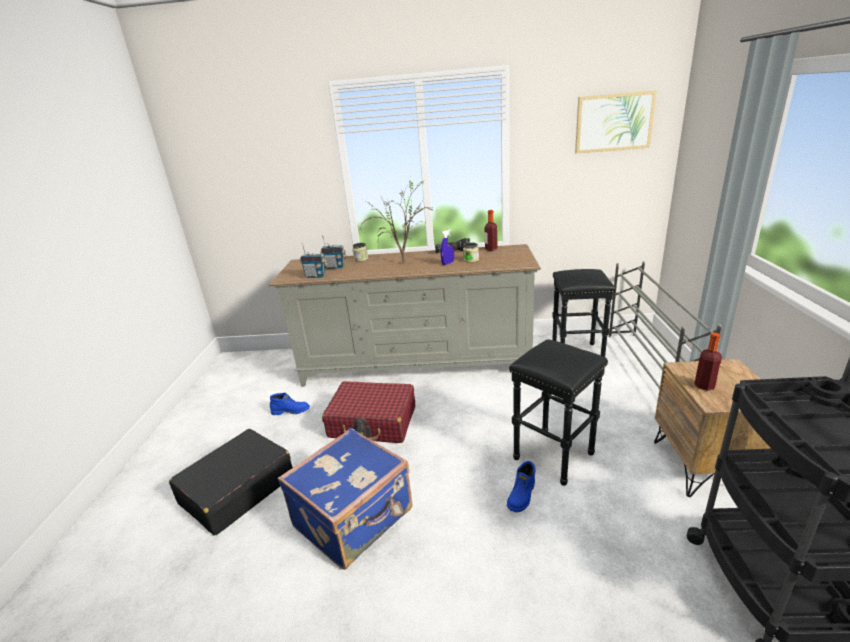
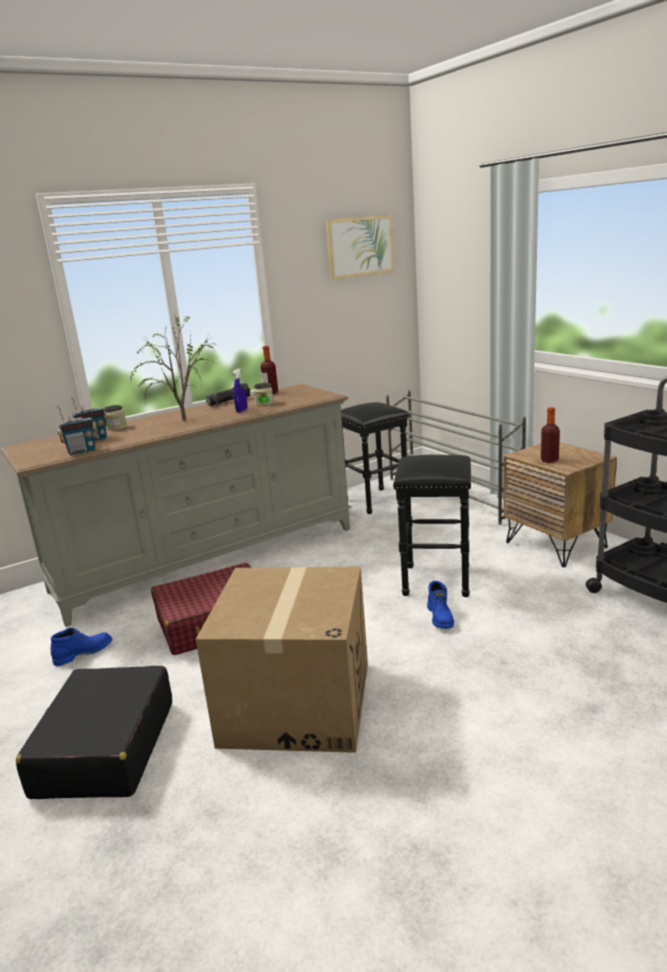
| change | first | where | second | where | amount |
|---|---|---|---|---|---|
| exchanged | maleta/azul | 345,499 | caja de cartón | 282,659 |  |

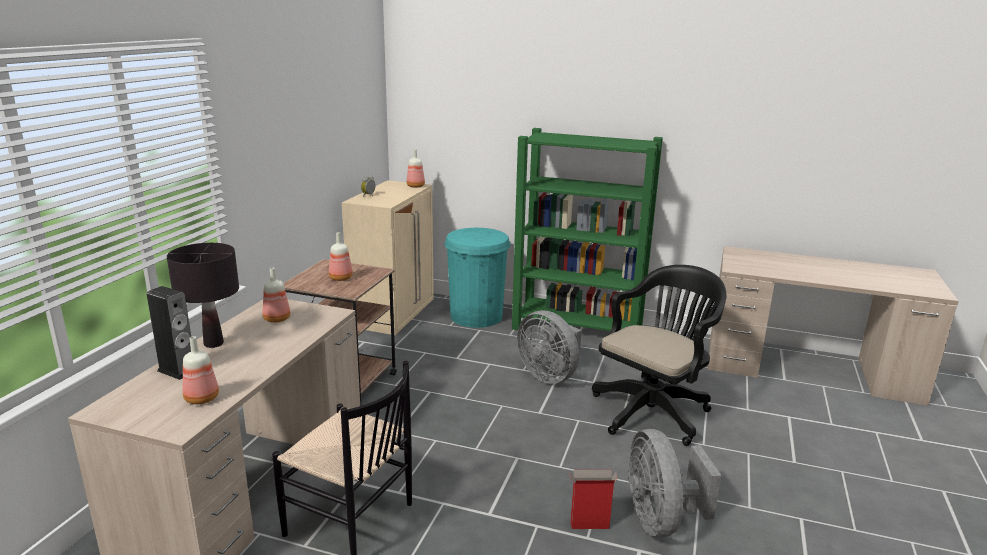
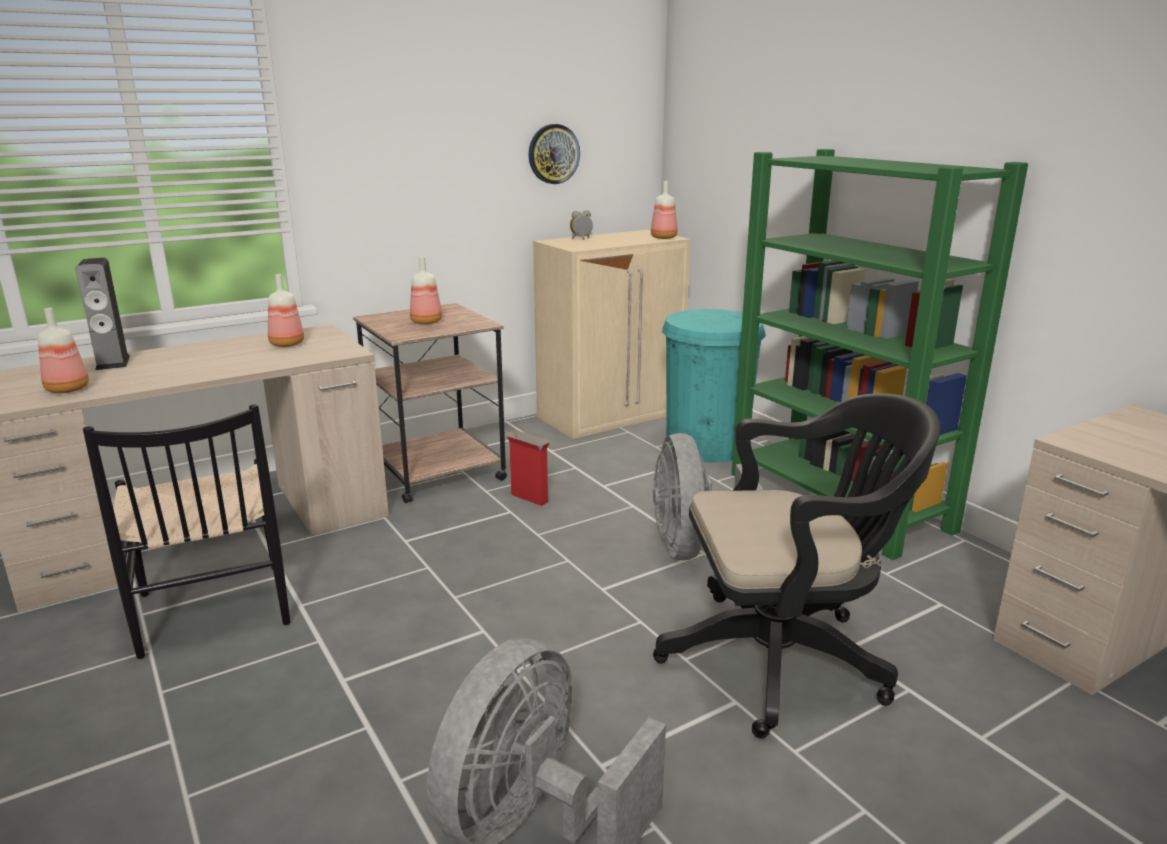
| change | first | where | second | where | amount |
|---|---|---|---|---|---|
| missing | lámpara de mesa/negro | 203,295 |  |  |  |
| relocated | caja de cartón | 593,499 |  | 527,468 |  |
| appeared |  |  | reloj de pared | 554,154 |  |

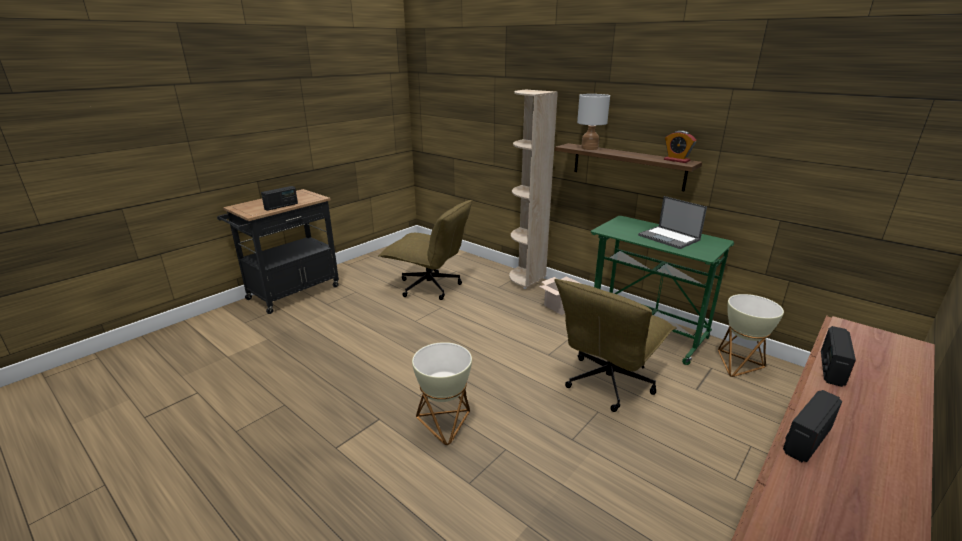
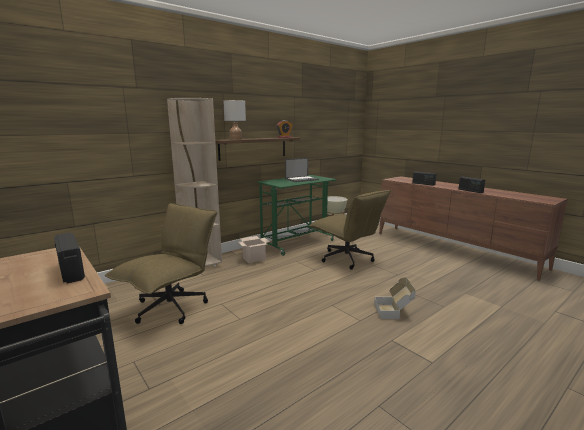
| change | first | where | second | where | amount |
|---|---|---|---|---|---|
| exchanged | maceta | 442,393 | caja de cartón | 395,298 |  |

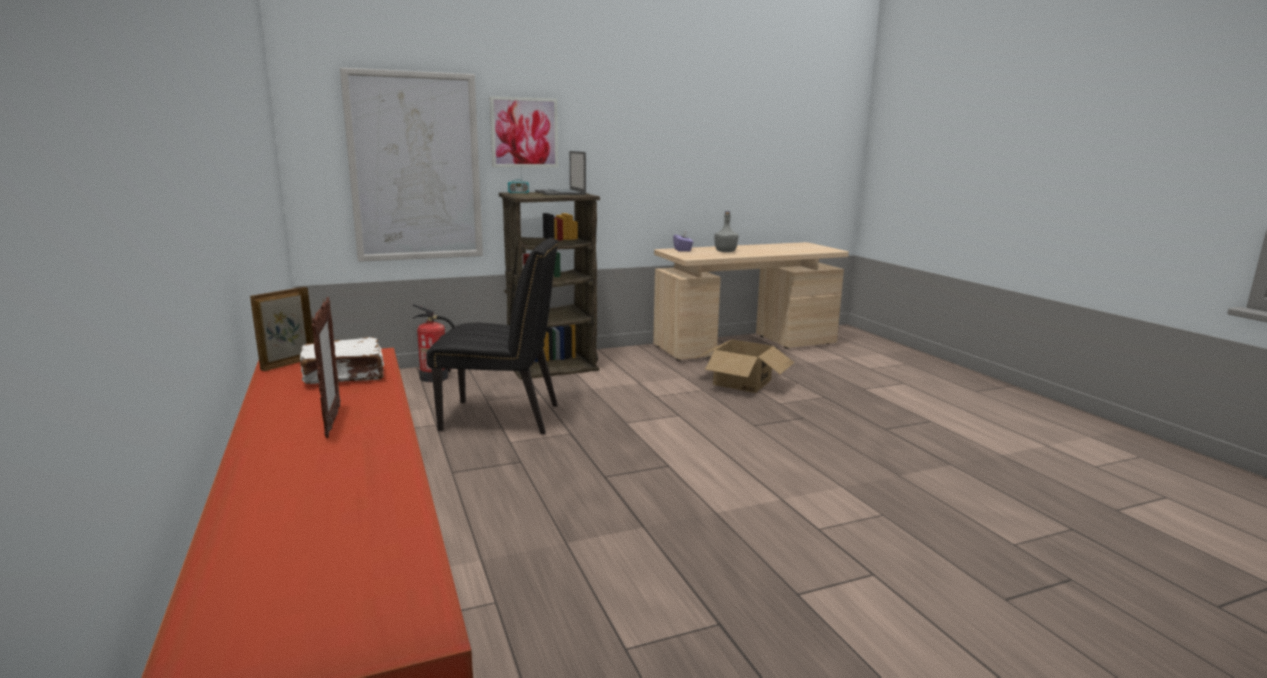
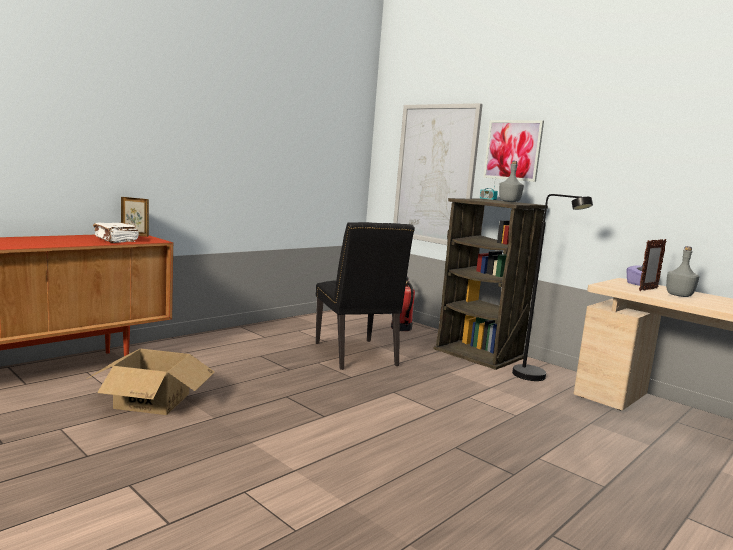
| change | first | where | second | where | amount |
|---|---|---|---|---|---|
| relocated | portarretratos | 326,367 |  | 653,265 |  |
| exchanged | portátil | 560,173 | botella/gris | 511,181 |  |
| relocated | caja de cartón | 745,366 |  | 150,382 |  |
| appeared |  |  | lámpara de pie/negro | 552,287 |  |

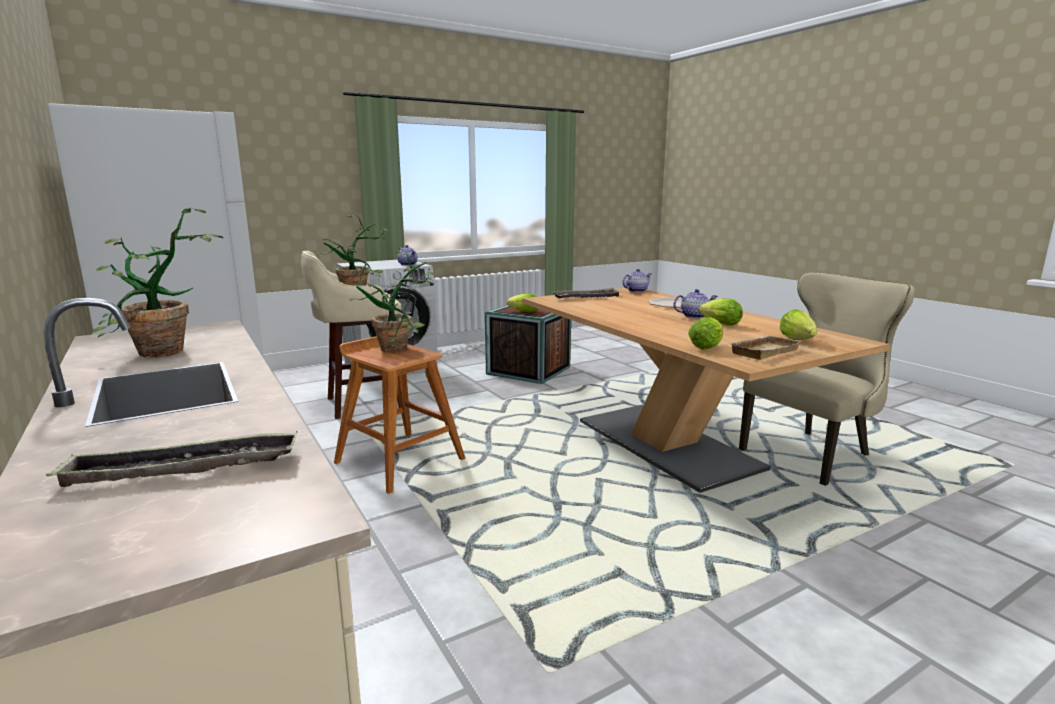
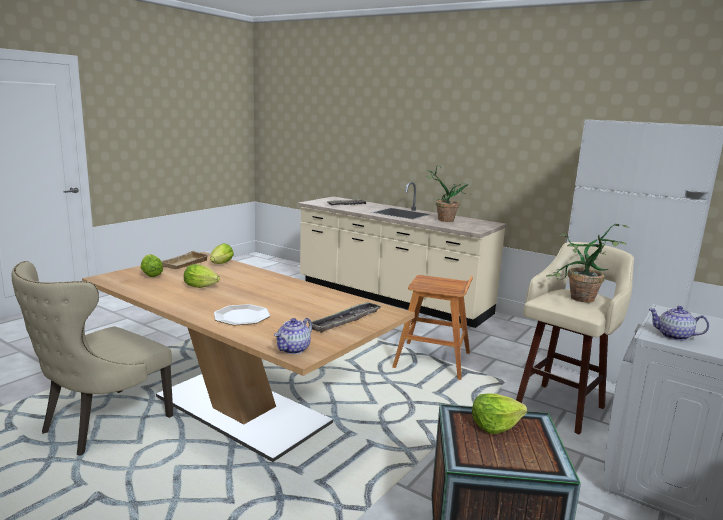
| change | first | where | second | where | amount |
|---|---|---|---|---|---|
| missing | planta en maceta | 391,302 |  |  |  |
| missing | tetera | 695,303 |  |  |  |

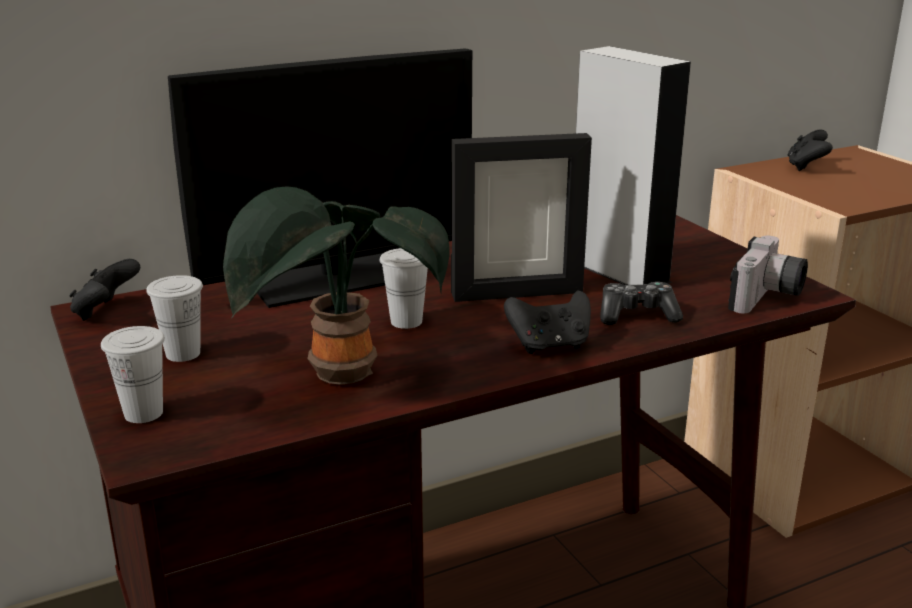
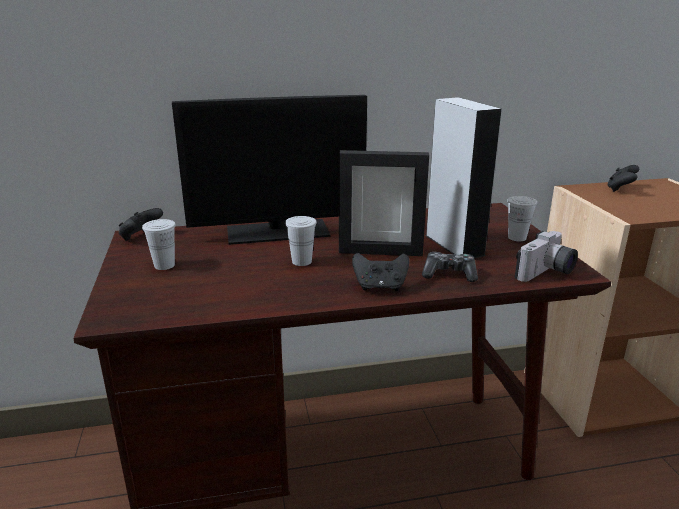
| change | first | where | second | where | amount |
|---|---|---|---|---|---|
| relocated | taza/blanco | 133,374 |  | 522,218 |  |
| missing | planta en maceta | 336,285 |  |  |  |

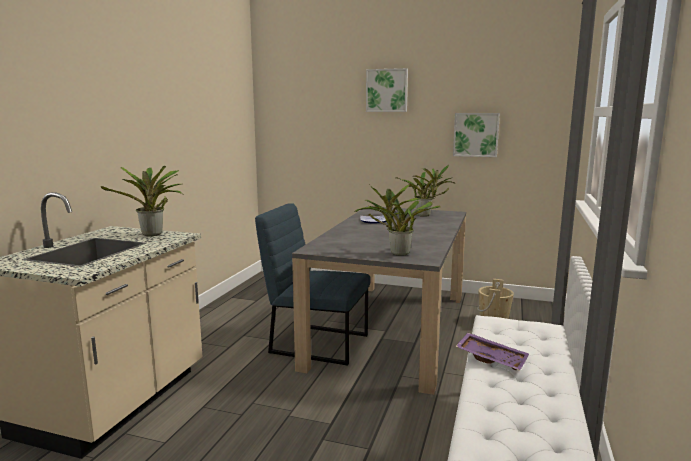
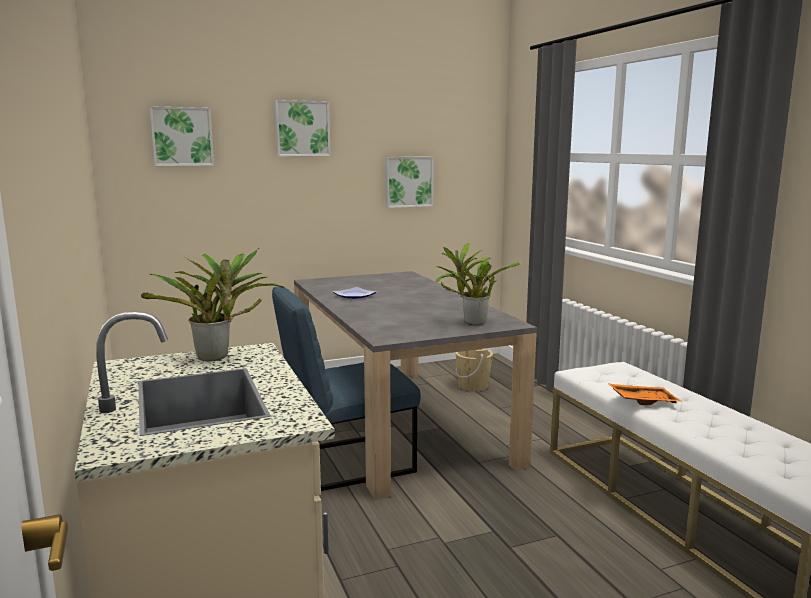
| change | first | where | second | where | amount |
|---|---|---|---|---|---|
| missing | planta en maceta | 426,191 |  |  |  |
| colour | bandeja/morado | 492,352 | bandeja/naranja | 645,394 |  |
| appeared |  |  | cuadro | 182,136 |  |

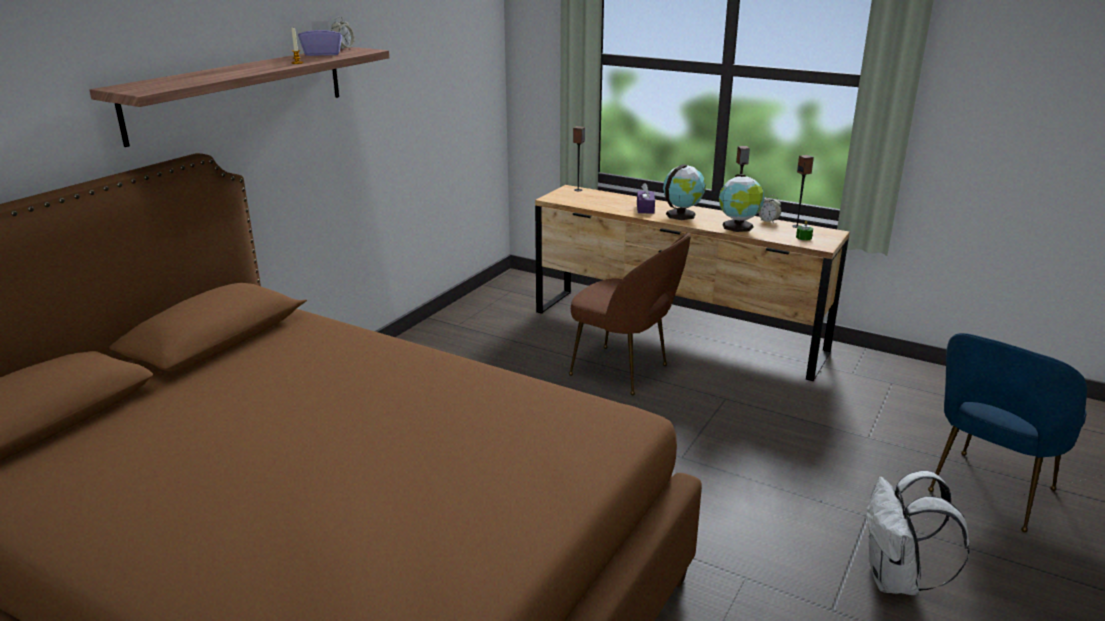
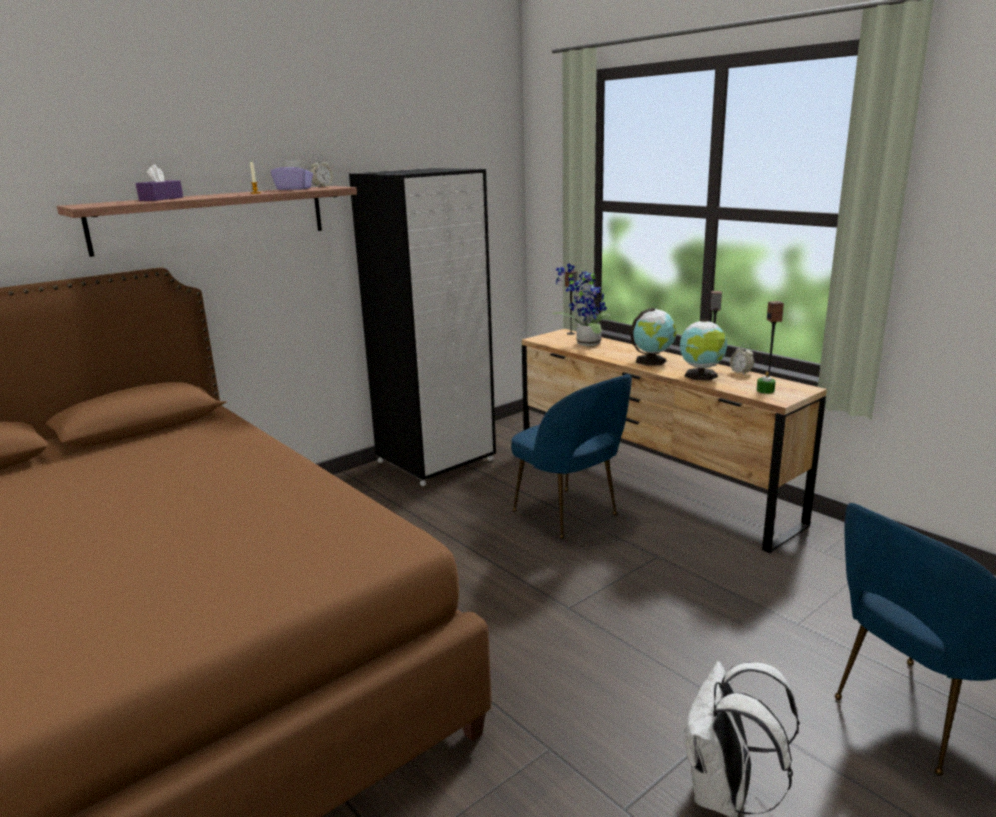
| change | first | where | second | where | amount |
|---|---|---|---|---|---|
| colour | silla/marrón | 630,314 | silla/azul | 571,456 |  |
| relocated | caja de pañuelos/morado | 646,198 |  | 159,183 |  |
| appeared |  |  | armario ropero | 422,327 |  |
| appeared |  |  | planta en maceta | 581,304 |  |

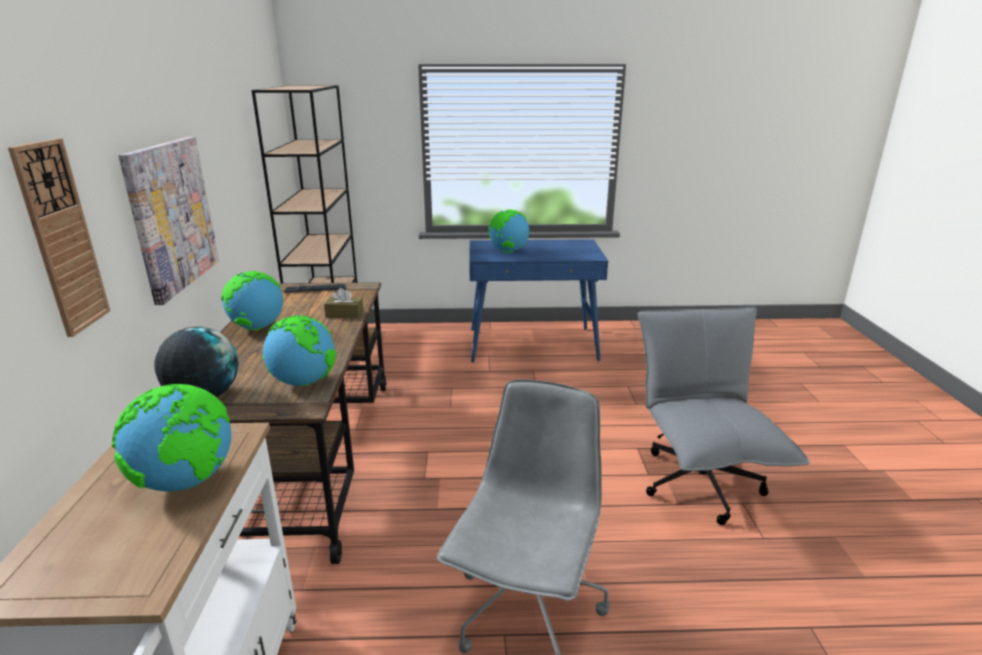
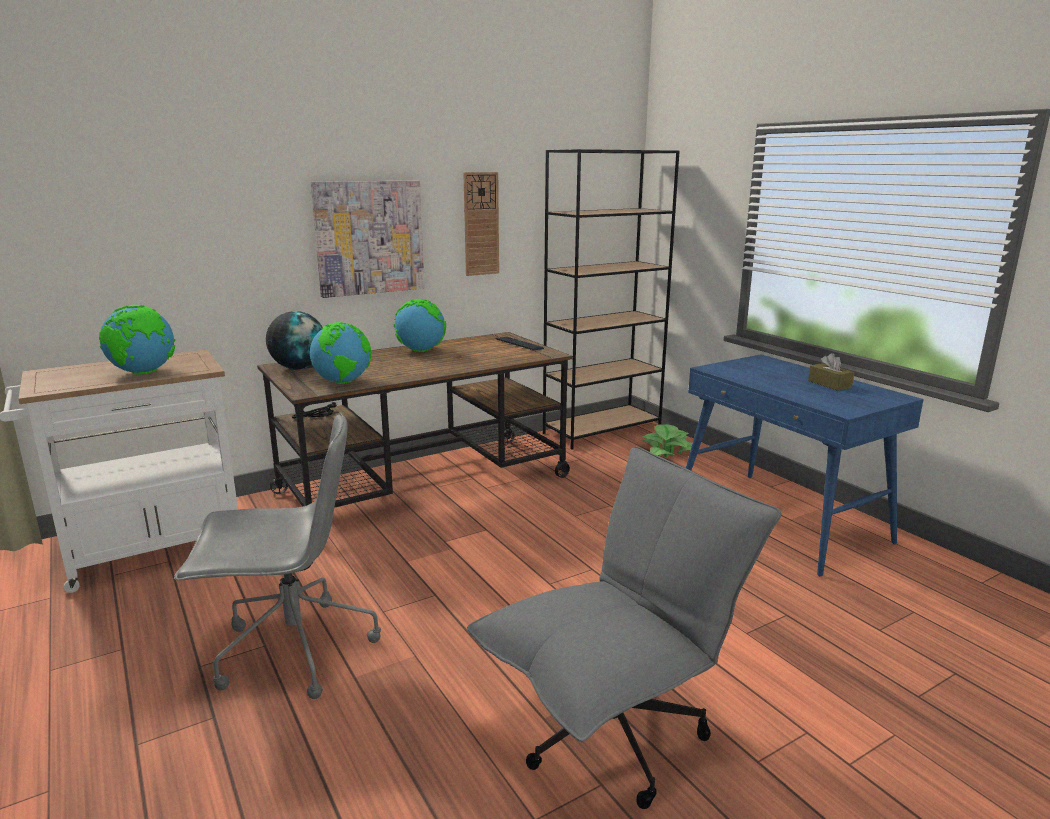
| change | first | where | second | where | amount |
|---|---|---|---|---|---|
| relocated | reloj de pared | 59,237 |  | 481,224 |  |
| relocated | caja de pañuelos/marrón | 344,303 |  | 831,372 |  |
| missing | globo terráqueo | 508,231 |  |  |  |
| appeared |  |  | planta en maceta | 667,440 |  |

